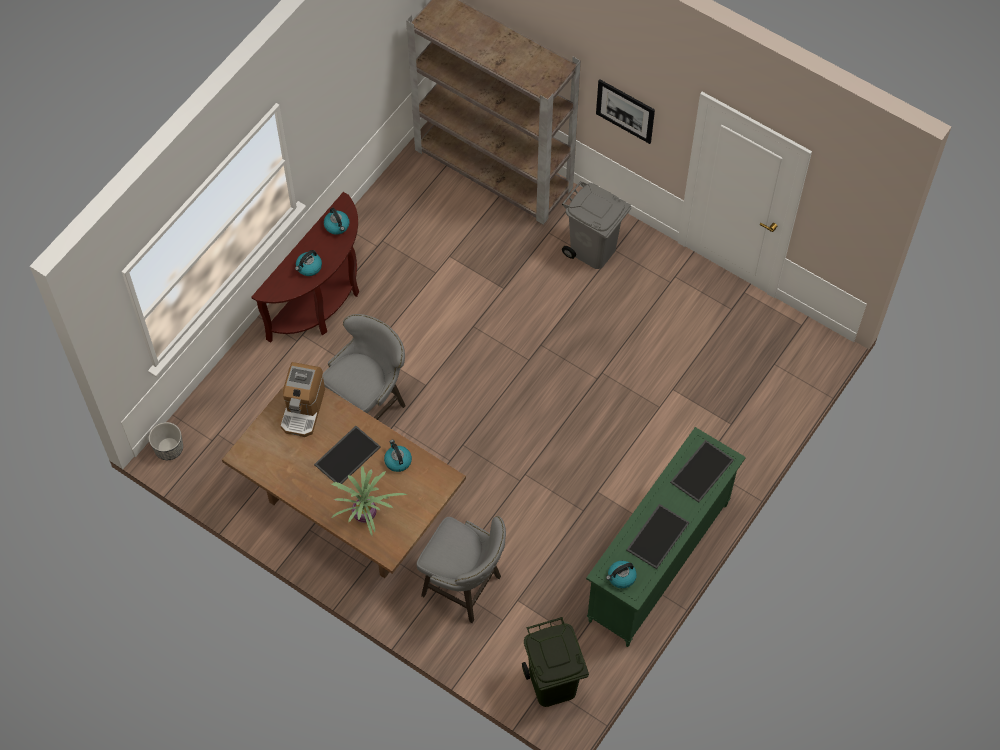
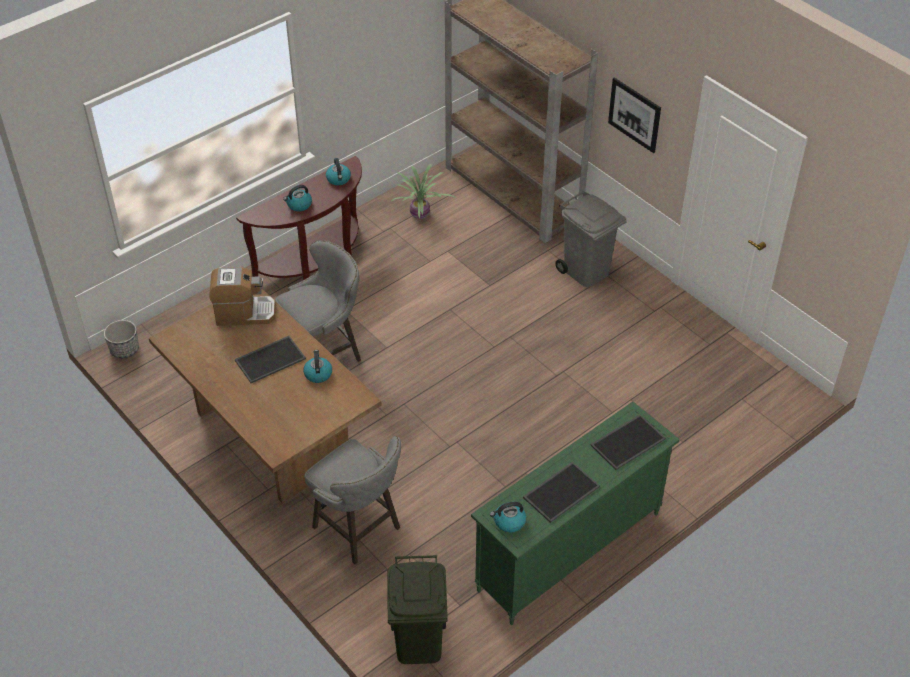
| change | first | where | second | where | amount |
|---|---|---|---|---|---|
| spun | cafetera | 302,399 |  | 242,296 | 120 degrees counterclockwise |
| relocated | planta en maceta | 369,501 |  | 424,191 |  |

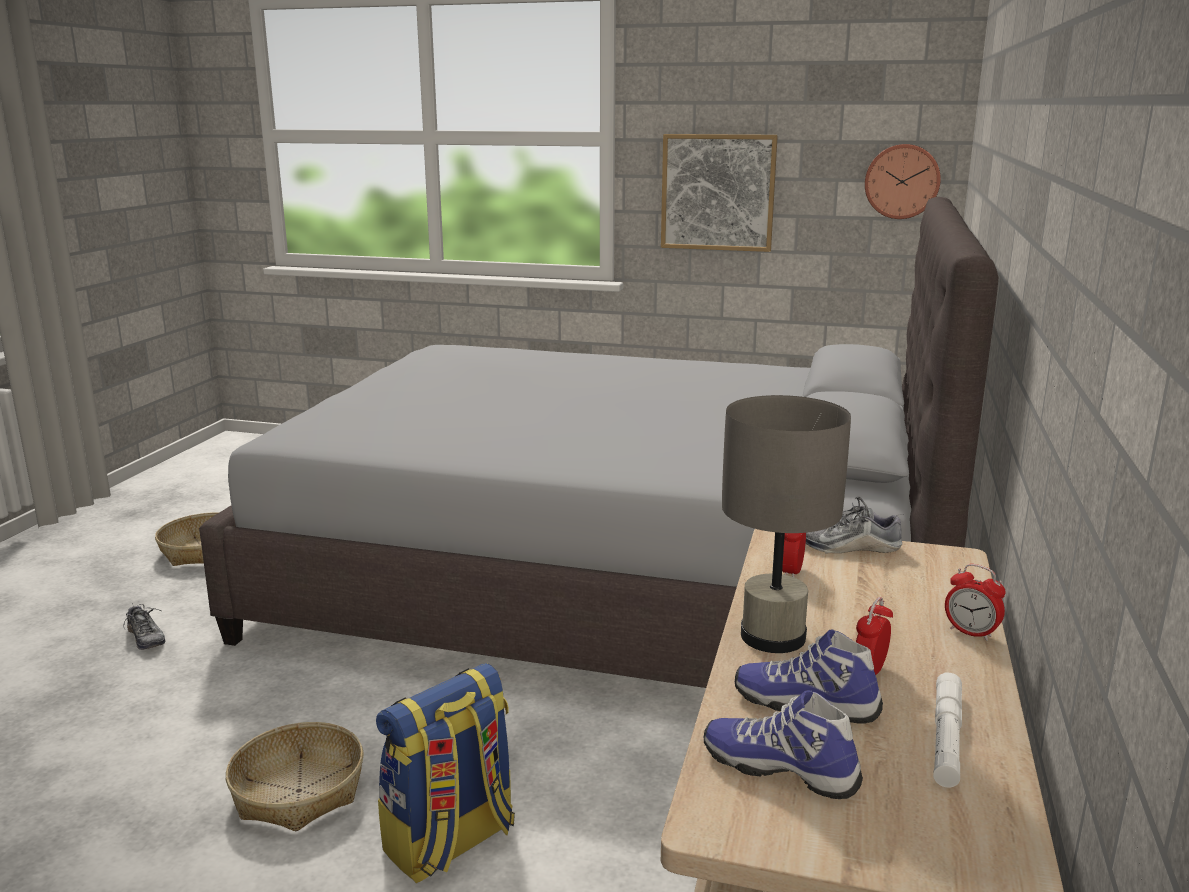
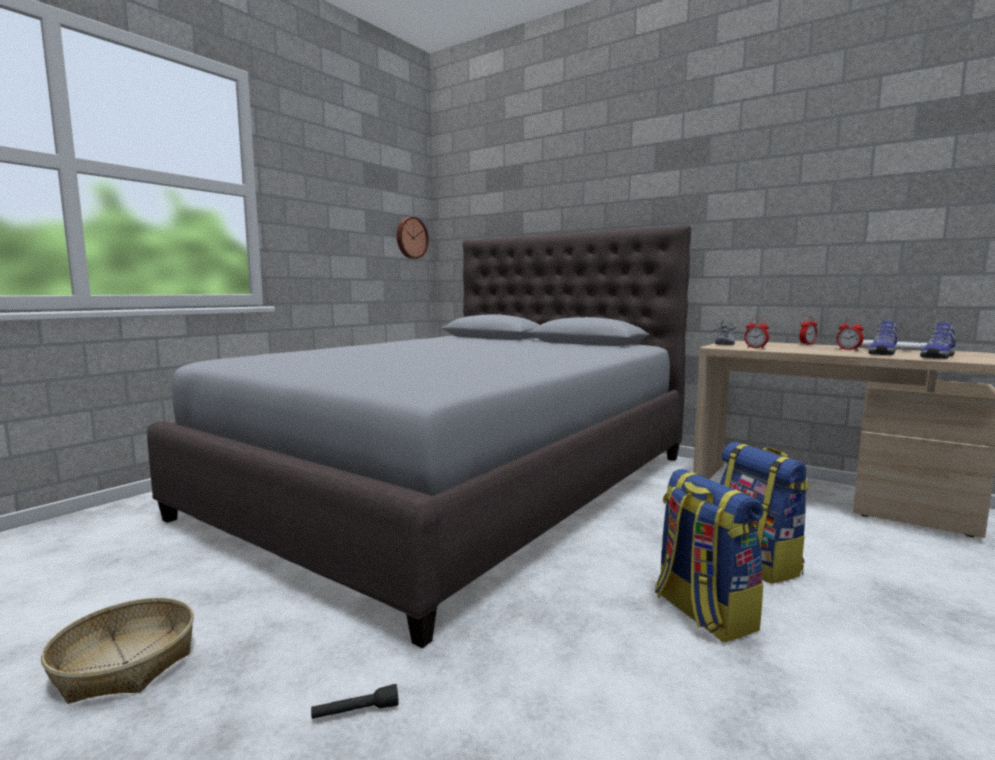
| change | first | where | second | where | amount |
|---|---|---|---|---|---|
| exchanged | zapato | 144,627 | linterna/negro | 354,701 |  |
| exchanged | cesta | 295,777 | mochila | 709,556 |  |
| missing | cuadro | 719,193 |  |  |  |
| missing | lámpara de mesa/gris | 786,524 |  |  |  |

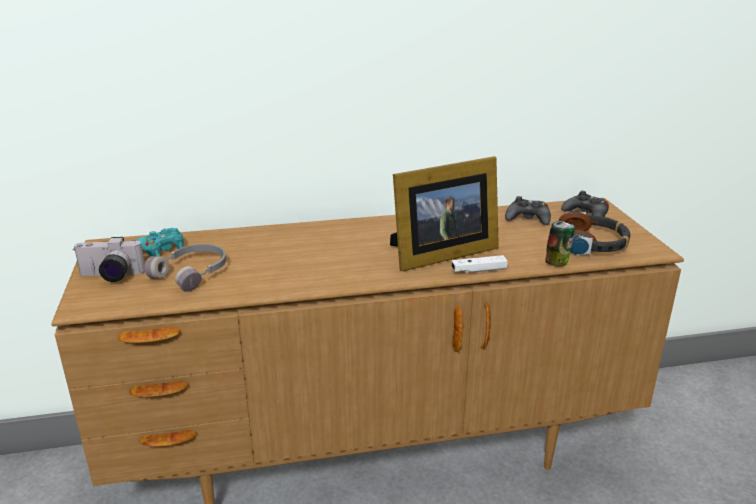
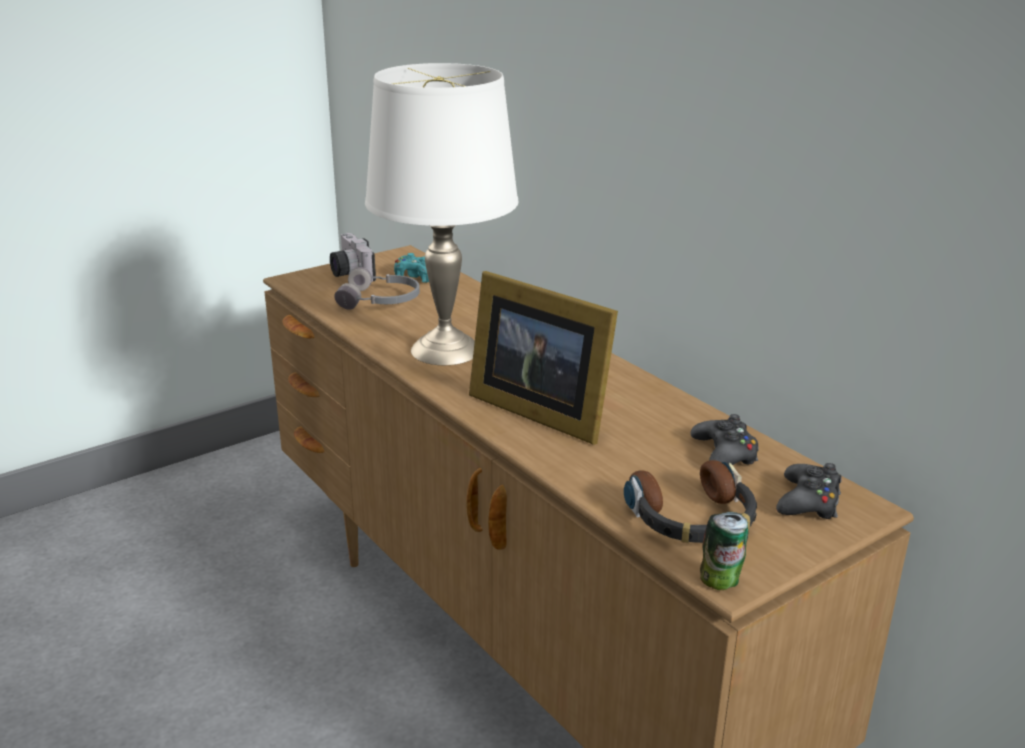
| change | first | where | second | where | amount |
|---|---|---|---|---|---|
| missing | mando de consola/blanco | 479,264 |  |  |  |
| relocated | lata | 560,243 |  | 724,551 |  |
| appeared |  |  | lámpara de mesa/blanco | 441,214 |  |

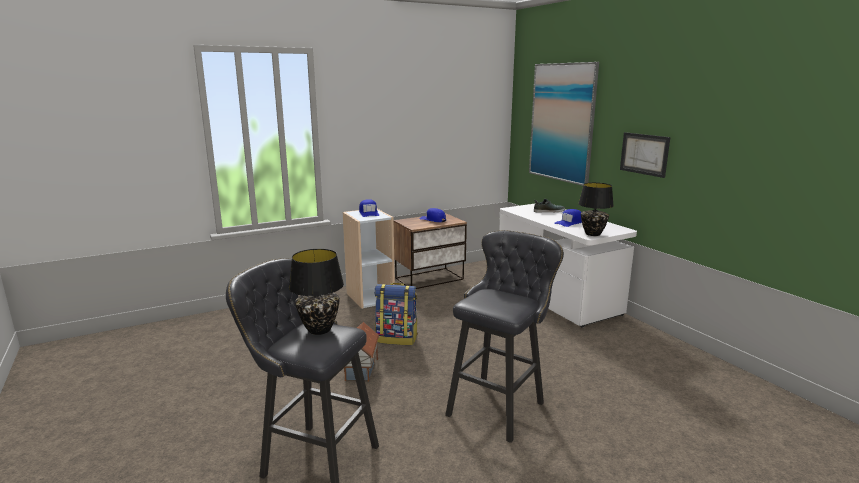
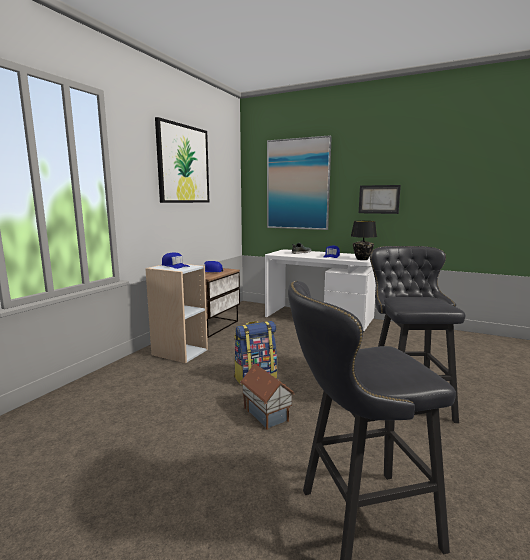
| change | first | where | second | where | amount |
|---|---|---|---|---|---|
| missing | lámpara de mesa/negro | 316,292 |  |  |  |
| appeared |  |  | cuadro | 182,160 |  |

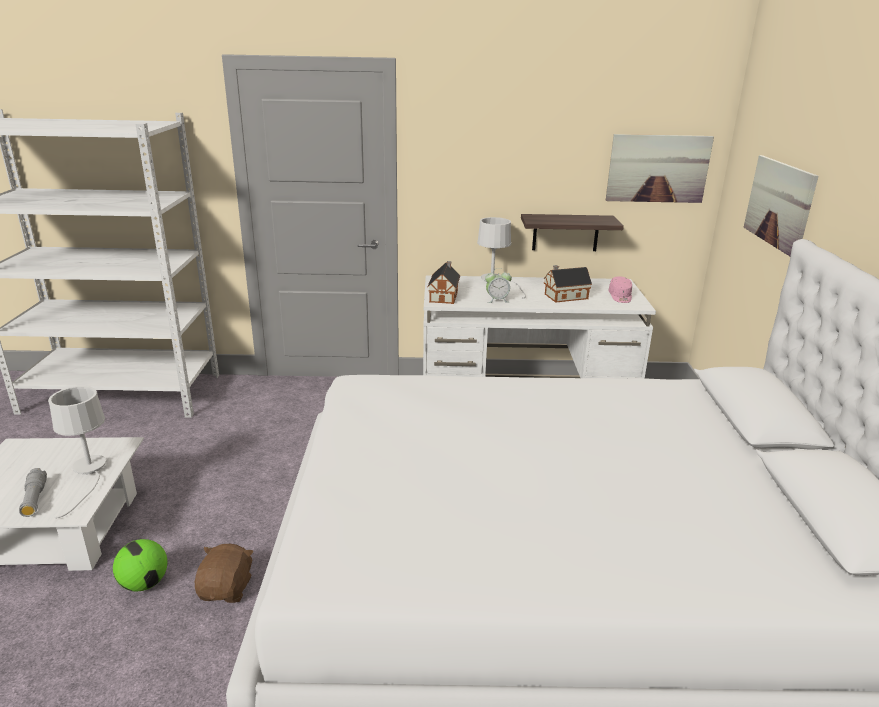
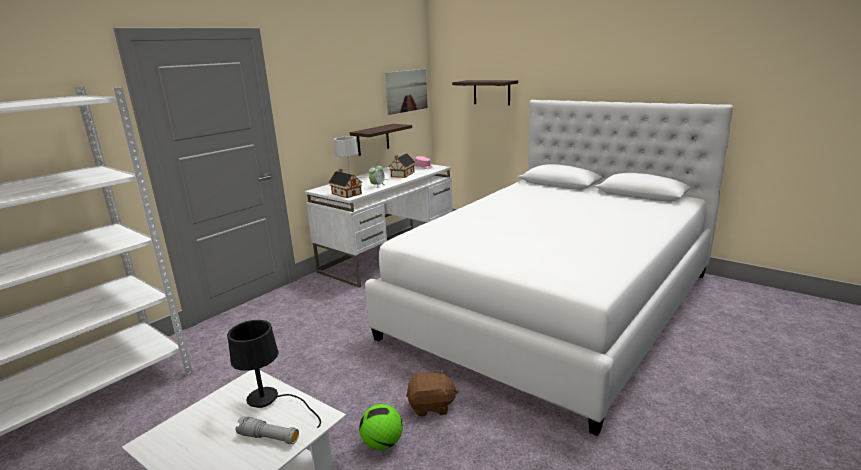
| change | first | where | second | where | amount |
|---|---|---|---|---|---|
| colour | lámpara de mesa/blanco | 77,452 | lámpara de mesa/negro | 274,374 |  |
| spun | peluche/marrón | 224,573 |  | 432,393 | 135 degrees clockwise |
| exchanged | cuadro | 781,205 | estante | 485,92 |  |

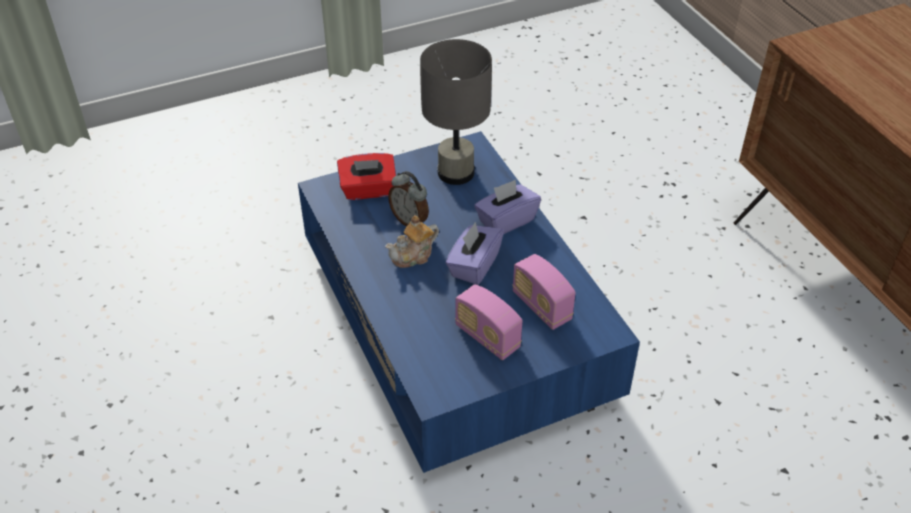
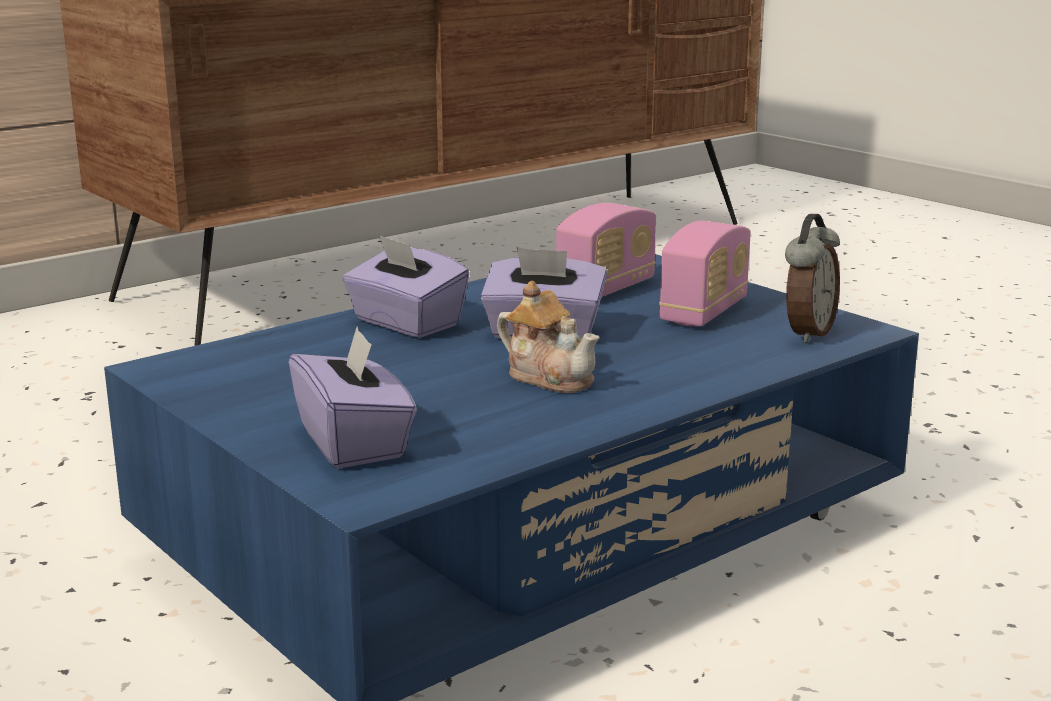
| change | first | where | second | where | amount |
|---|---|---|---|---|---|
| colour | caja de pañuelos/rojo | 366,176 | caja de pañuelos/morado | 353,398 |  |
| relocated | despertador | 408,198 |  | 812,278 |  |
| missing | lámpara de mesa/gris | 456,112 |  |  |  |

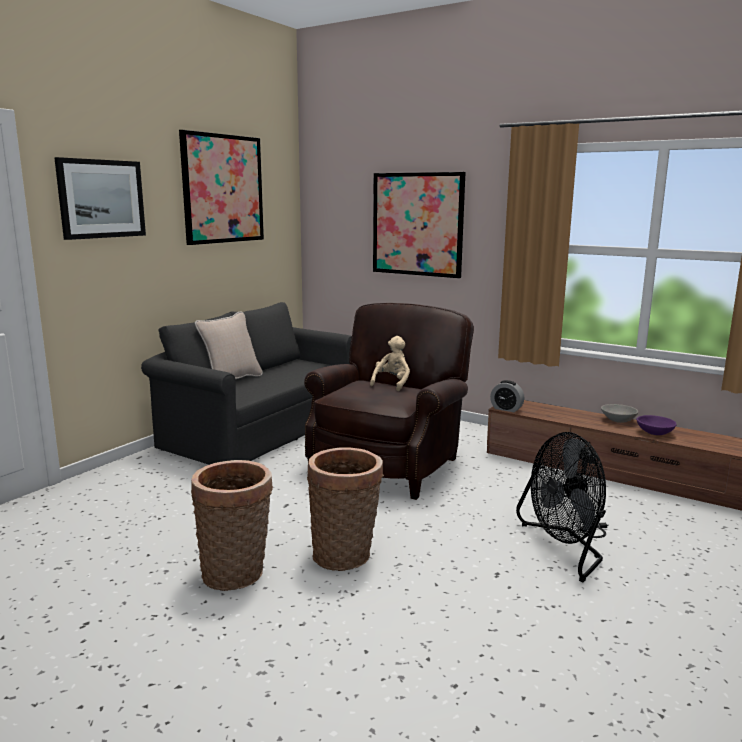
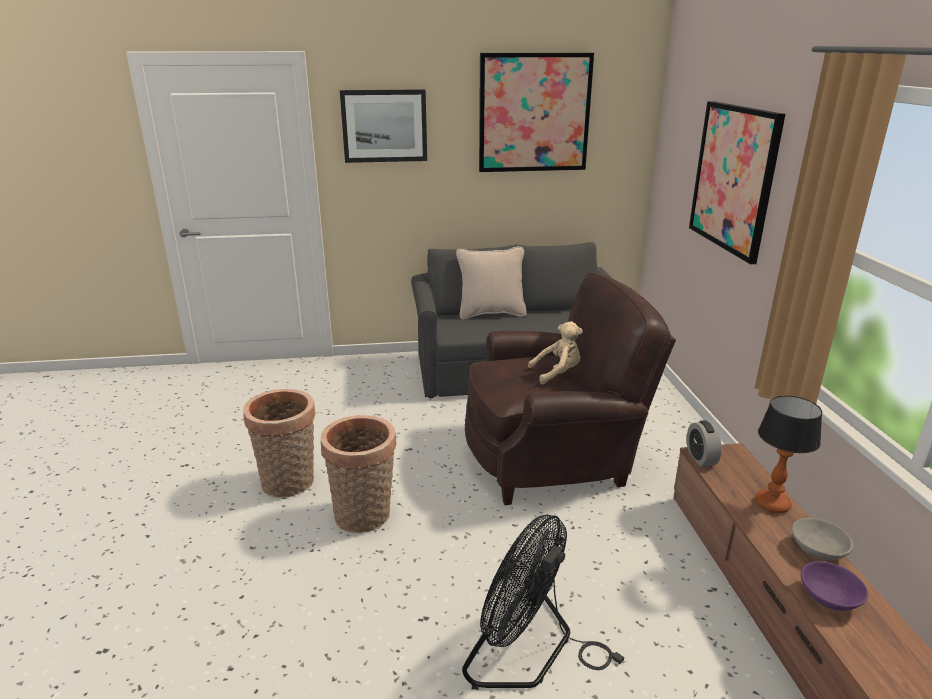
| change | first | where | second | where | amount |
|---|---|---|---|---|---|
| appeared |  |  | lámpara de mesa | 788,454 |  |

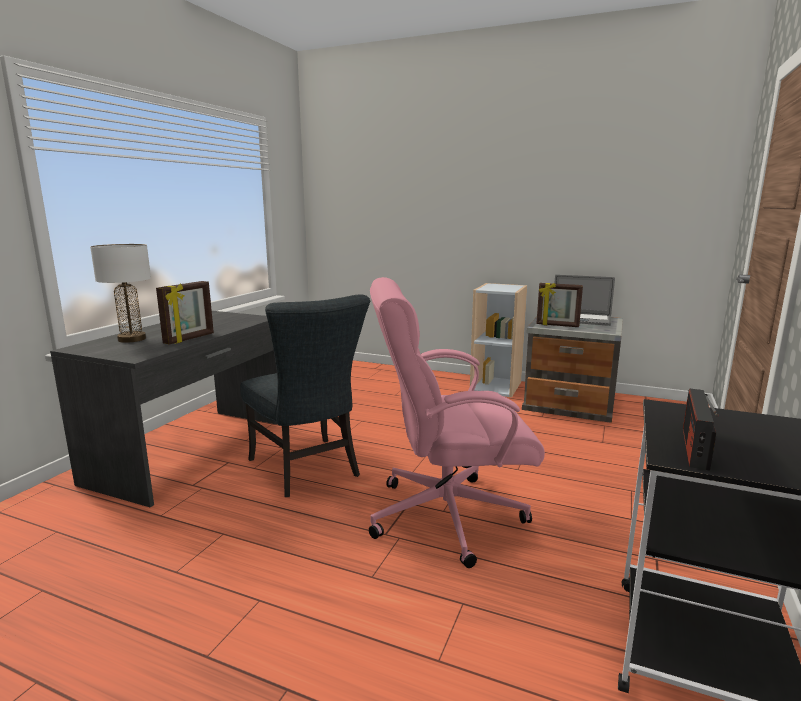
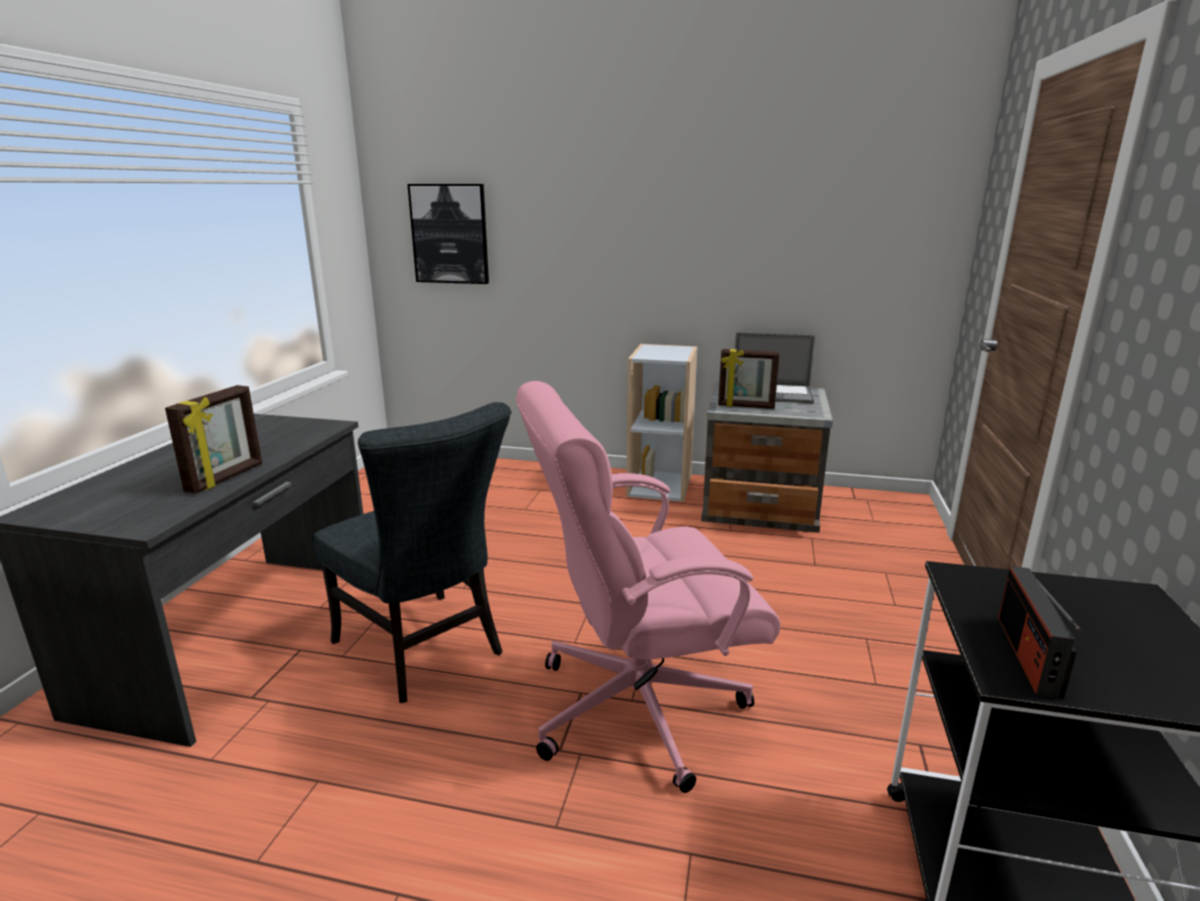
| change | first | where | second | where | amount |
|---|---|---|---|---|---|
| missing | lámpara de mesa | 120,293 |  |  |  |
| appeared |  |  | cuadro | 448,234 |  |

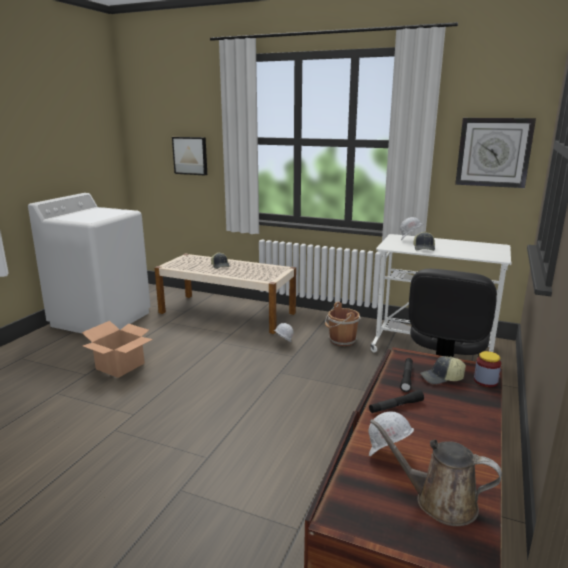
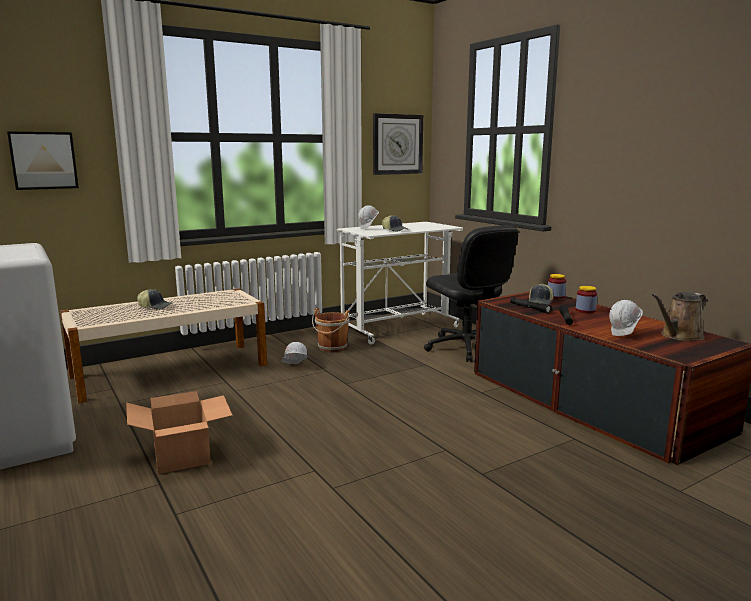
| change | first | where | second | where | amount |
|---|---|---|---|---|---|
| appeared |  |  | tarro | 586,299 |  |

